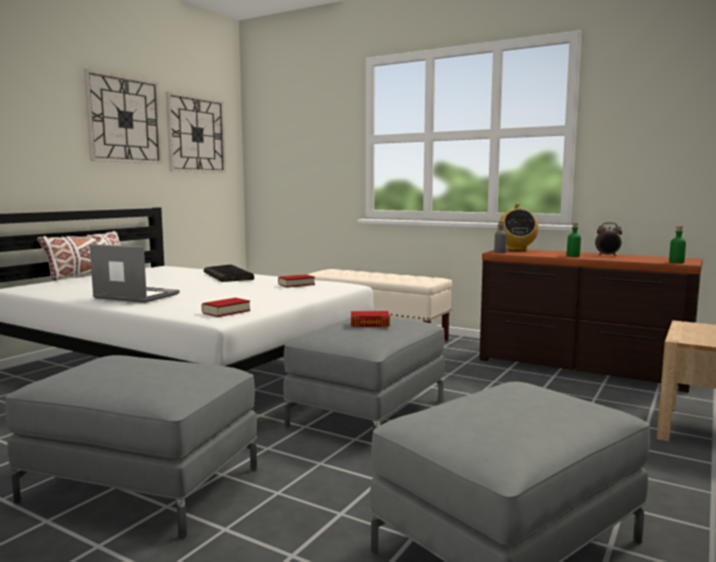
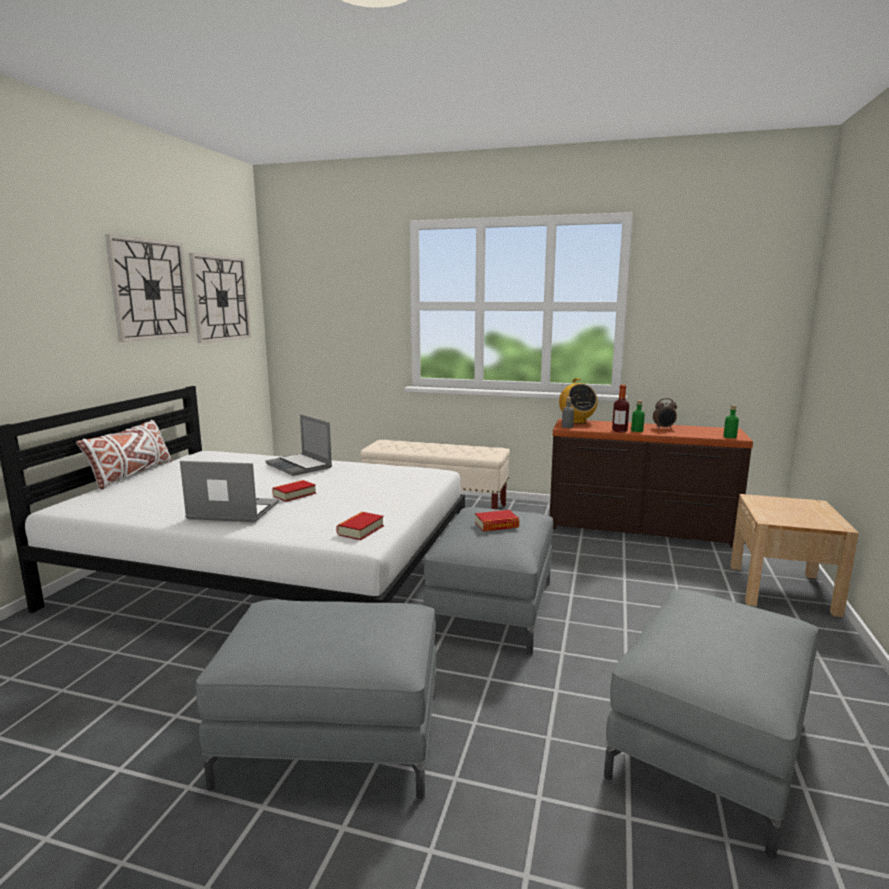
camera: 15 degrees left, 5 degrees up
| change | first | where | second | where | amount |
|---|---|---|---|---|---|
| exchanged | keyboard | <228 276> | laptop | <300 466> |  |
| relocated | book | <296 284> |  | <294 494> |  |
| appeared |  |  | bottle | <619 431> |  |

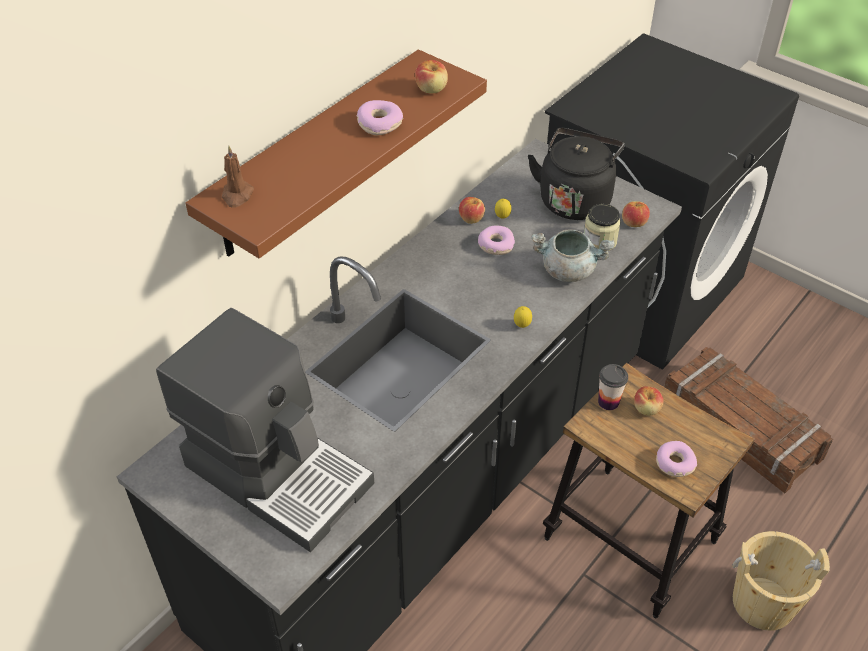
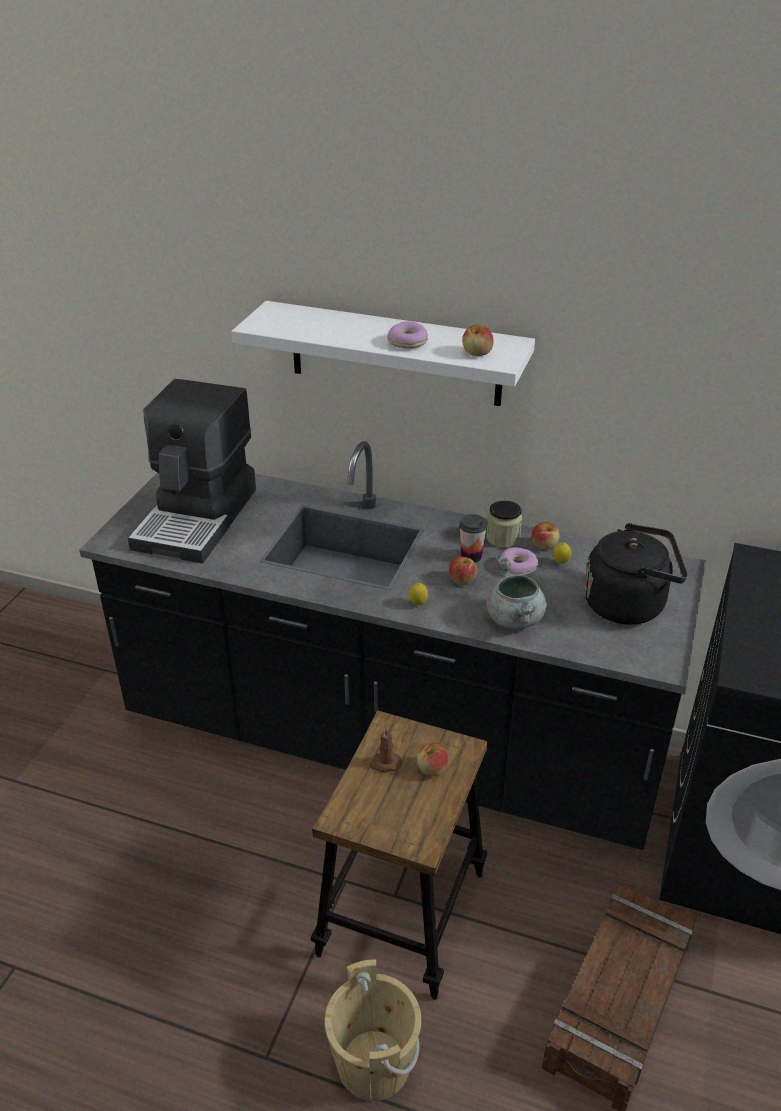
camera: 70 degrees right, 10 degrees down
| change | first | where | second | where | amount |
|---|---|---|---|---|---|
| colour | brown shelf | <315 155> | white shelf | <395 354> |  |
| relocated | brown candle | <237 196> |  | <384 763> |  |
| relocated | apple | <633 222> |  | <462 580> |  |
| relocated | jar | <599 241> |  | <503 538> |  |
| relocated | cup | <608 402> |  | <471 556> |  |
| missing | donut | <674 463> |  |  |  |

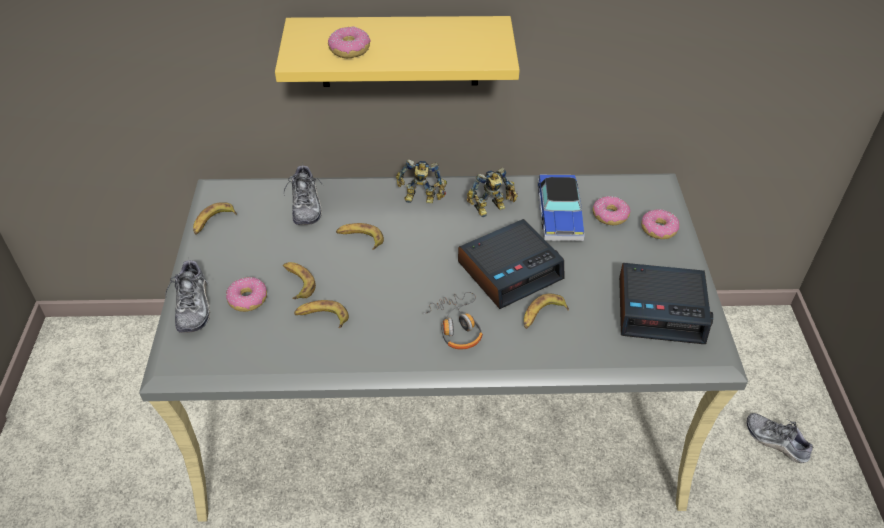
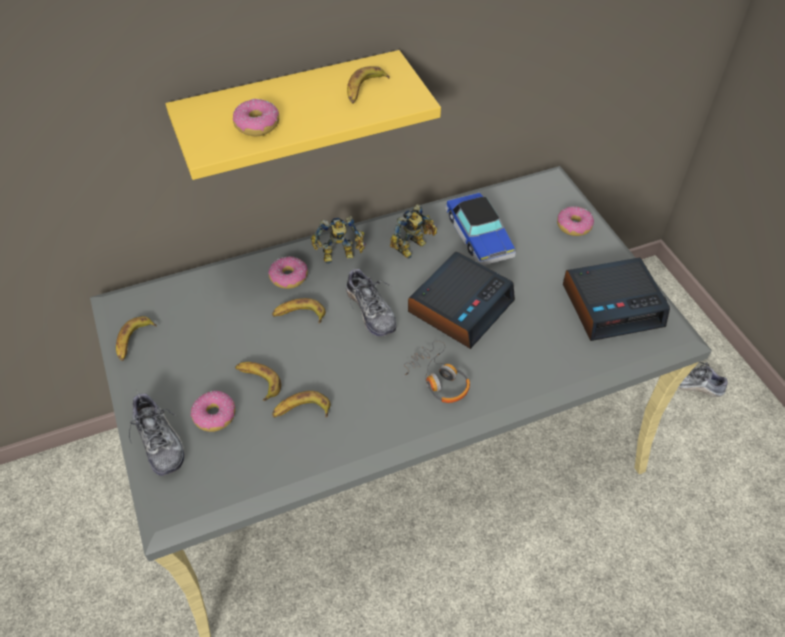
camera: 20 degrees left, 5 degrees up
| change | first | where | second | where | amount |
|---|---|---|---|---|---|
| relocated | shoe | <306 205> |  | <371 311> |  |
| relocated | donut | <609 216> |  | <288 277> |  |
| relocated | banana | <542 315> |  | <364 90> |  |

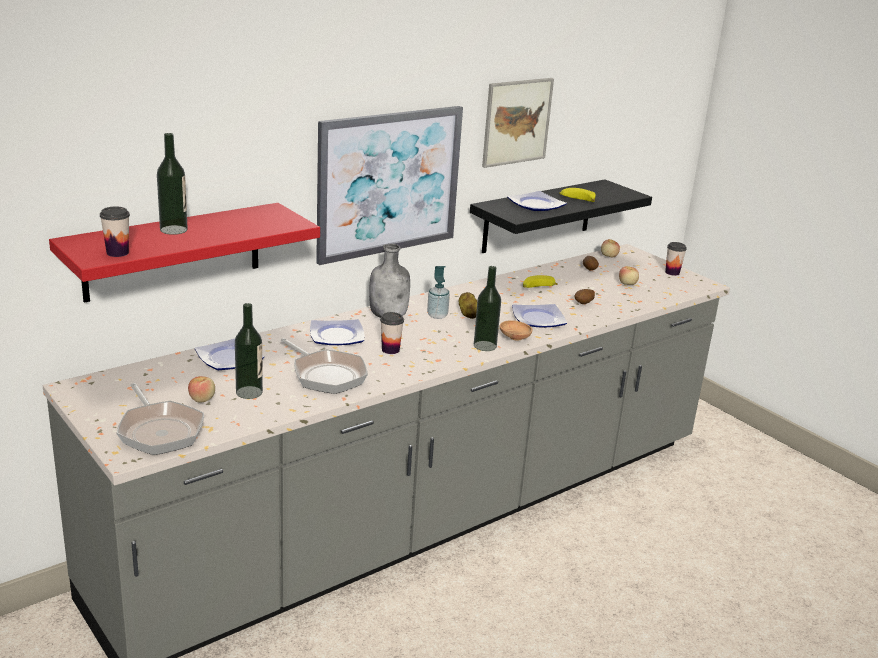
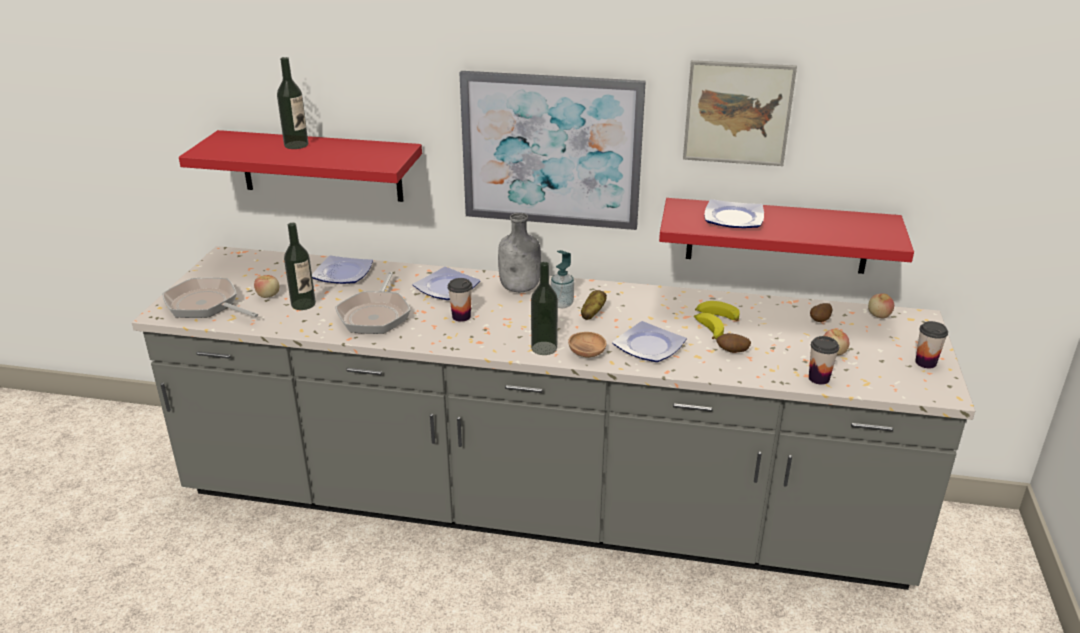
camera: 50 degrees right, 5 degrees up
| change | first | where | second | where | amount |
|---|---|---|---|---|---|
| colour | black shelf | <538 216> | red shelf | <777 236> |  |
| relocated | banana | <576 200> |  | <708 330> |  |
| relocated | cup | <117 253> |  | <819 378> |  |
| spun | frying pan | <159 430> |  | <206 305> | 105 degrees clockwise |

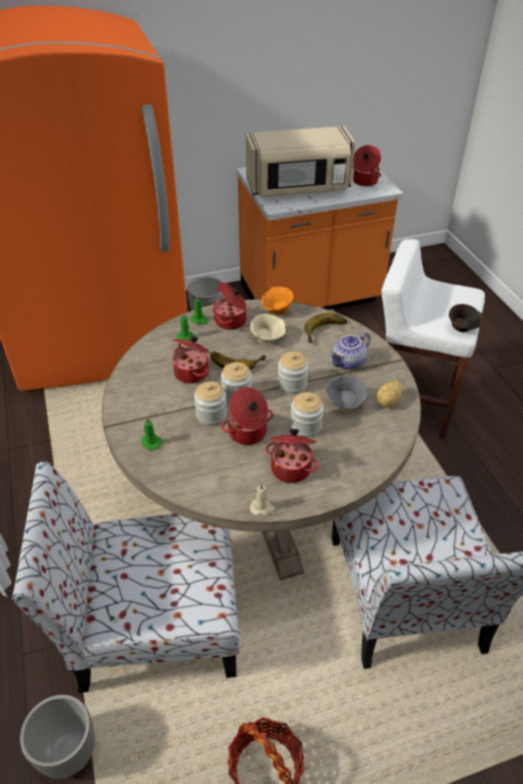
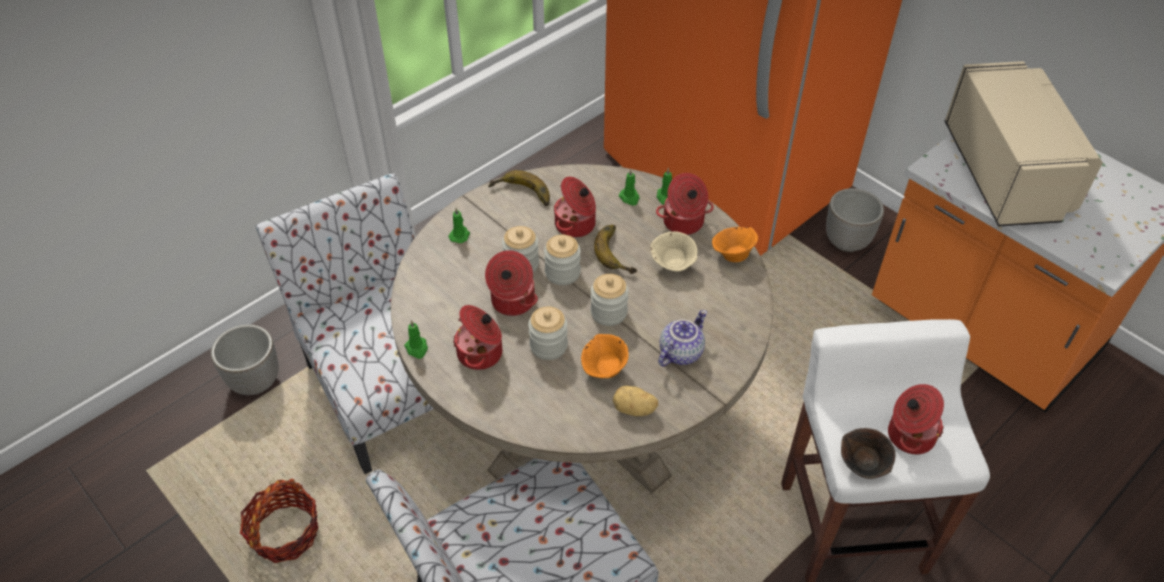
camera: 65 degrees right, 5 degrees up
| change | first | where | second | where | amount |
|---|---|---|---|---|---|
| spun | beige microwave | <298 188> |  | <1006 174> | 150 degrees counterclockwise |
| relocated | cooking pot | <364 181> |  | <909 435> |  |
| relocated | banana | <326 332> |  | <521 195> |  |
| spun | teapot | <348 363> |  | <680 352> | 105 degrees clockwise |
| colour | grey bowl | <345 404> | orange bowl | <605 370> |  |
| colour | beige candle | <262 508> | green candle | <417 348> |  |

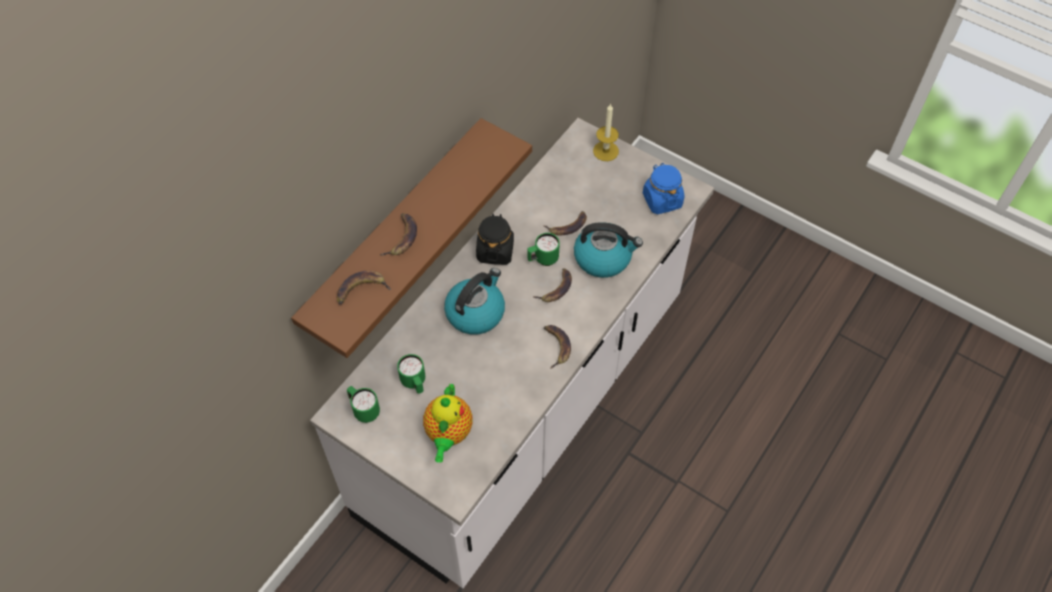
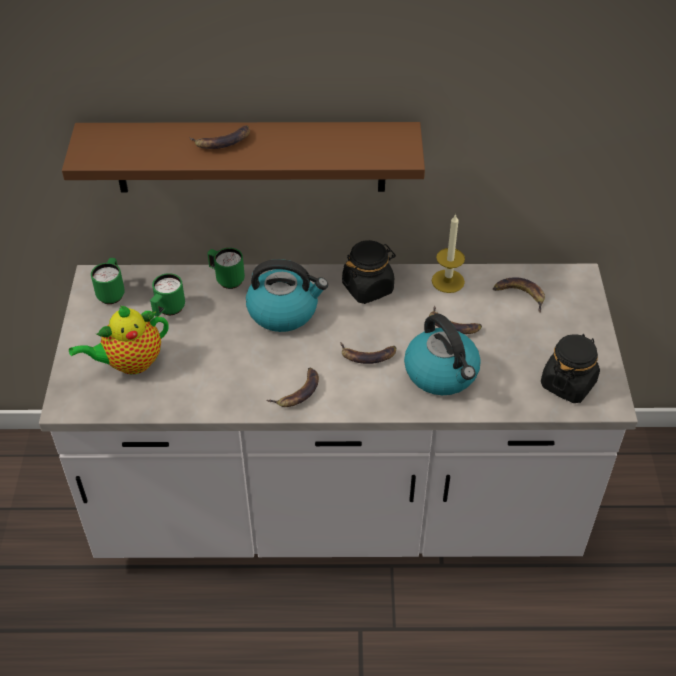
camera: 55 degrees right, 10 degrees down
| change | first | where | second | where | amount |
|---|---|---|---|---|---|
| relocated | candle | <605 151> |  | <448 281> |  |
| colour | blue jar | <662 200> | black jar | <568 383> |  |
| relocated | green mug | <543 259> |  | <226 279> |  |
| relocated | banana | <361 290> |  | <519 295> |  |

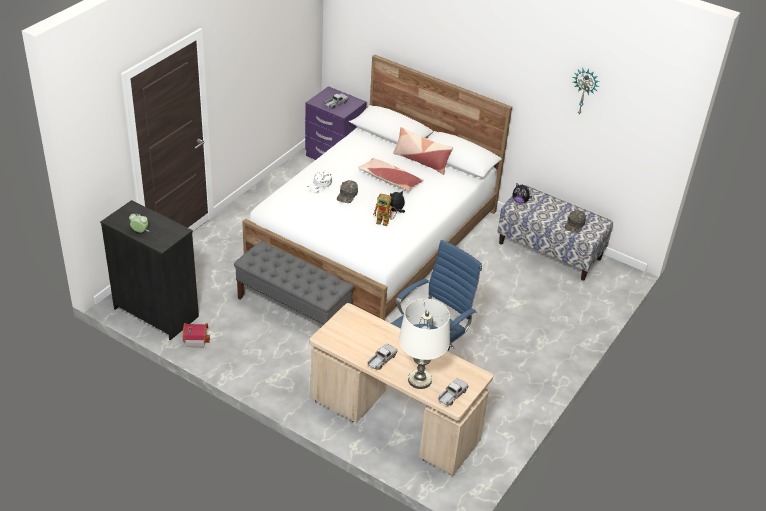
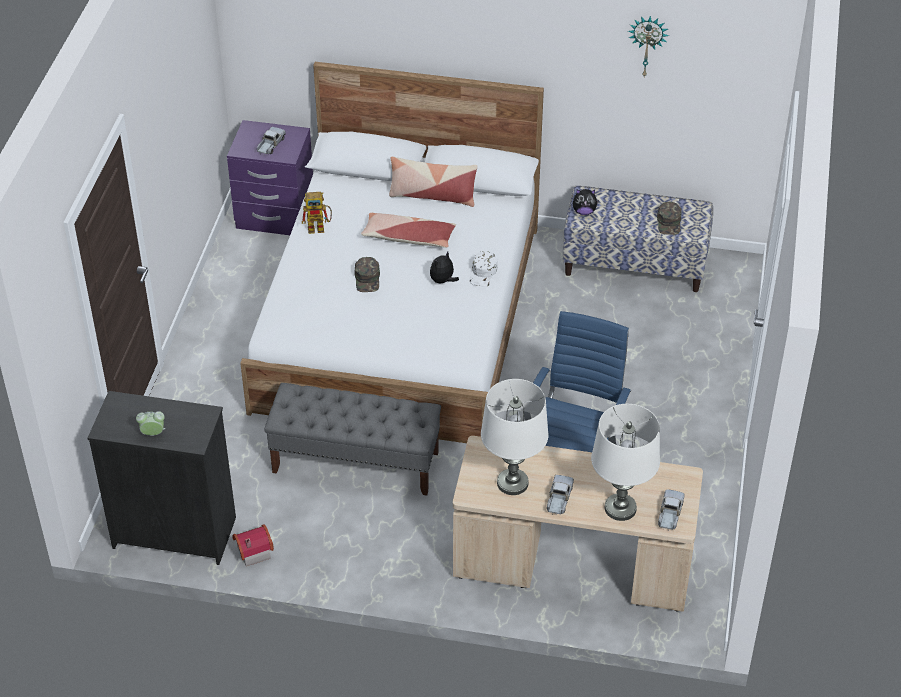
camera: 20 degrees left, 5 degrees up
| change | first | where | second | where | amount |
|---|---|---|---|---|---|
| relocated | white cap | <320 184> |  | <483 273> |  |
| relocated | toy robot | <385 222> |  | <320 227> |  |
| appeared |  |  | white table lamp | <512 483> |  |

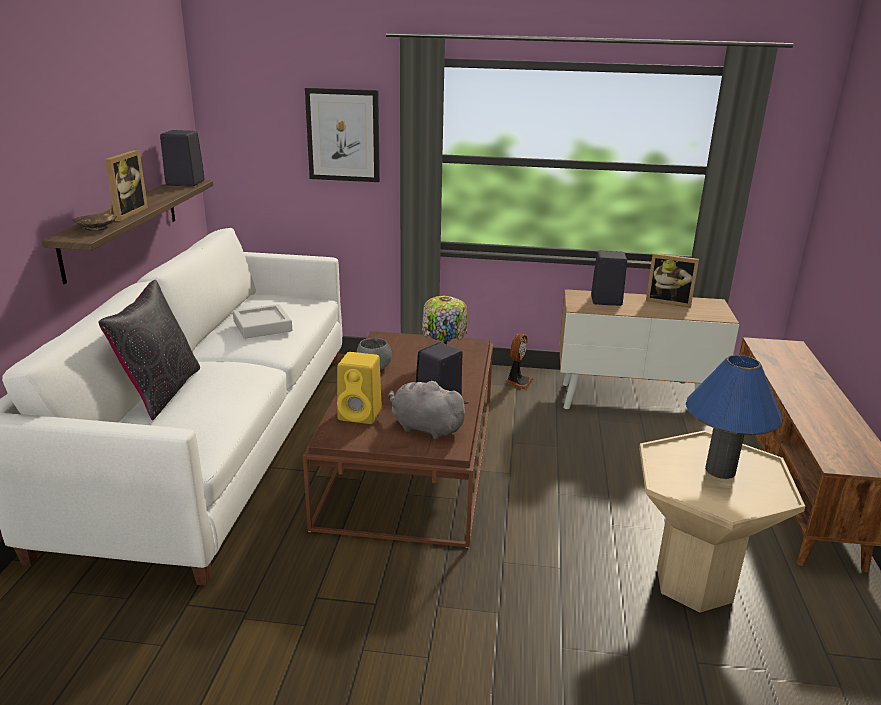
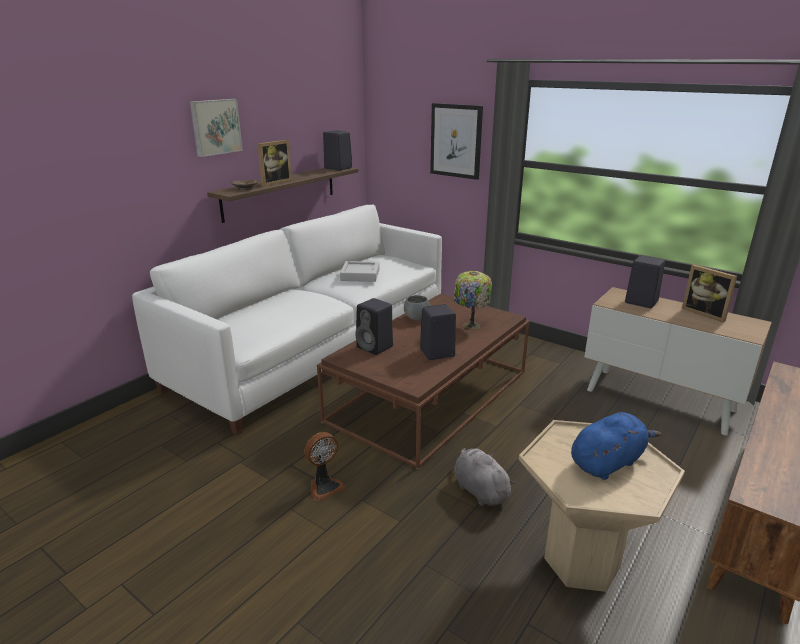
camera: 30 degrees right, 0 degrees up
| change | first | where | second | where | amount |
|---|---|---|---|---|---|
| missing | black pillow | <161 391> |  |  |  |
| relocated | fan | <518 382> |  | <324 486> |  |
| colour | yellow speaker | <361 414> | black speaker | <376 347> |  |
| exchanged | blue table lamp | <720 470> | blue plush toy | <608 462> |  |
| relocated | grey plush toy | <424 427> |  | <479 490> |  |
| appeared |  |  | picture | <215 127> |  |

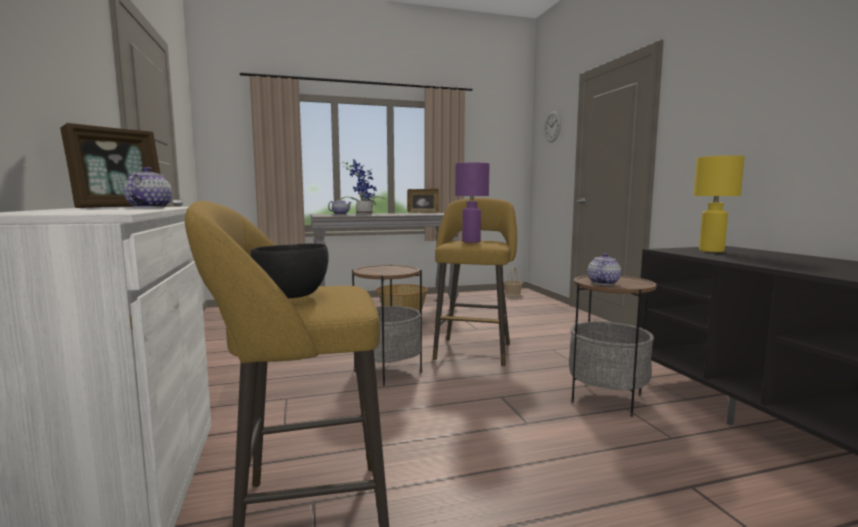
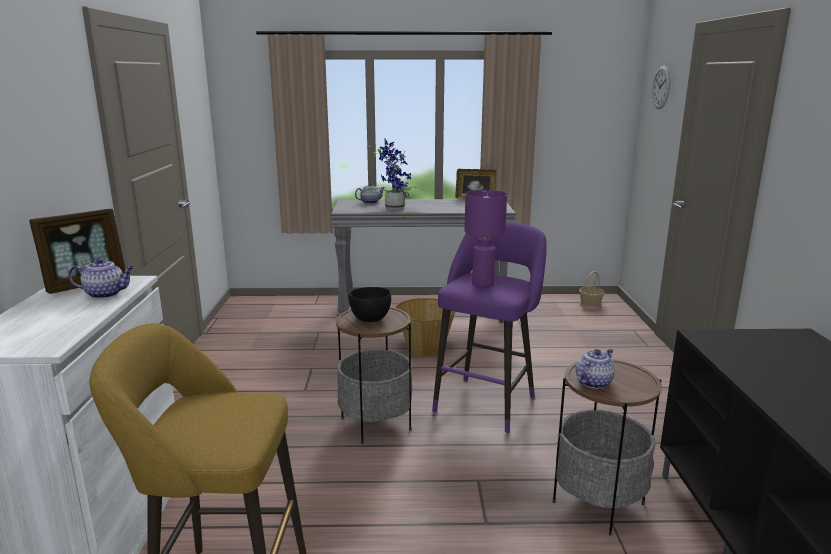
camera: 15 degrees right, 10 degrees up
| change | first | where | second | where | amount |
|---|---|---|---|---|---|
| missing | yellow table lamp | <710 251> |  |  |  |
| spun | teapot | <150 207> |  | <106 294> | 75 degrees clockwise |
| colour | yellow stool | <474 350> | purple stool | <487 401> |  |
| relocated | black bowl | <292 296> |  | <370 319> |  |

